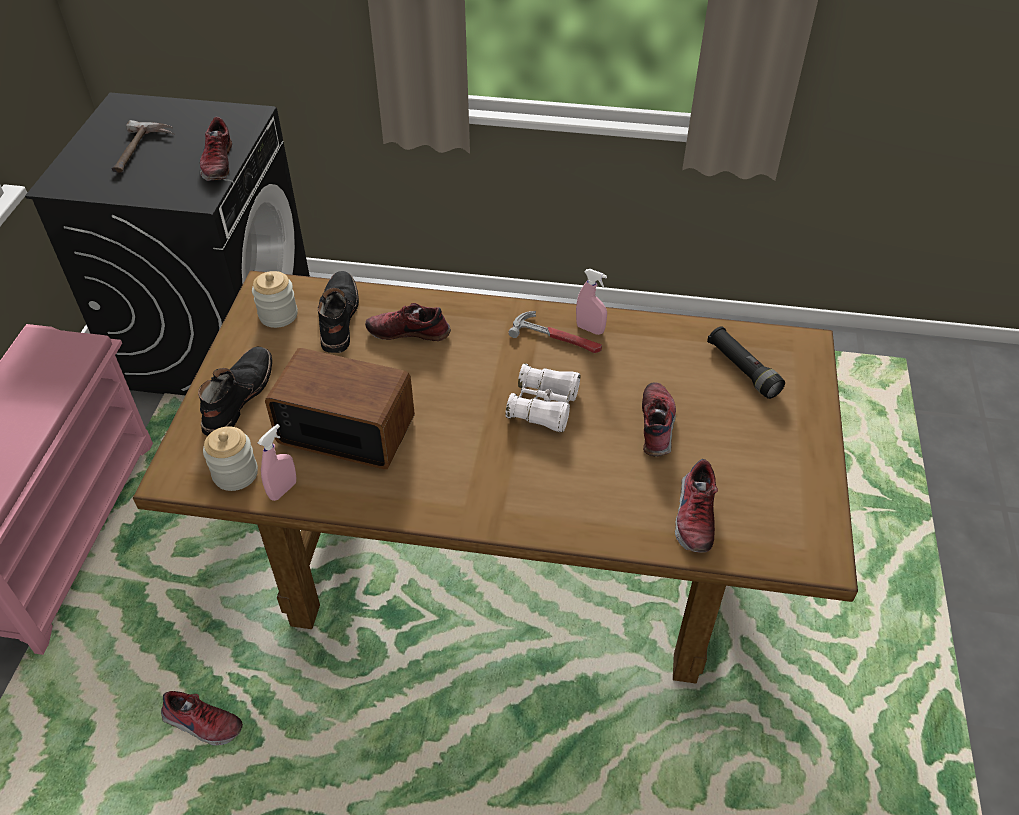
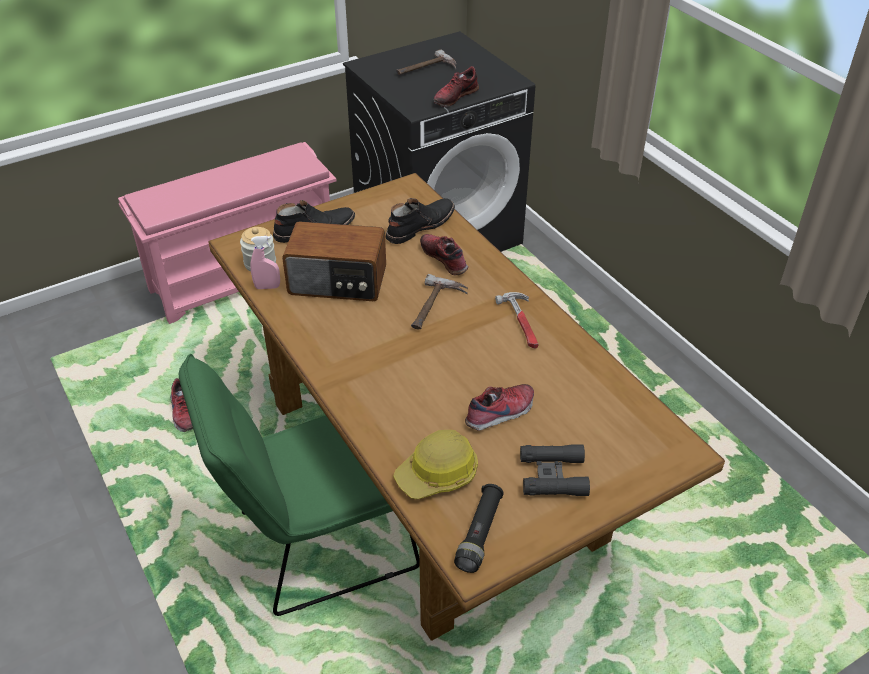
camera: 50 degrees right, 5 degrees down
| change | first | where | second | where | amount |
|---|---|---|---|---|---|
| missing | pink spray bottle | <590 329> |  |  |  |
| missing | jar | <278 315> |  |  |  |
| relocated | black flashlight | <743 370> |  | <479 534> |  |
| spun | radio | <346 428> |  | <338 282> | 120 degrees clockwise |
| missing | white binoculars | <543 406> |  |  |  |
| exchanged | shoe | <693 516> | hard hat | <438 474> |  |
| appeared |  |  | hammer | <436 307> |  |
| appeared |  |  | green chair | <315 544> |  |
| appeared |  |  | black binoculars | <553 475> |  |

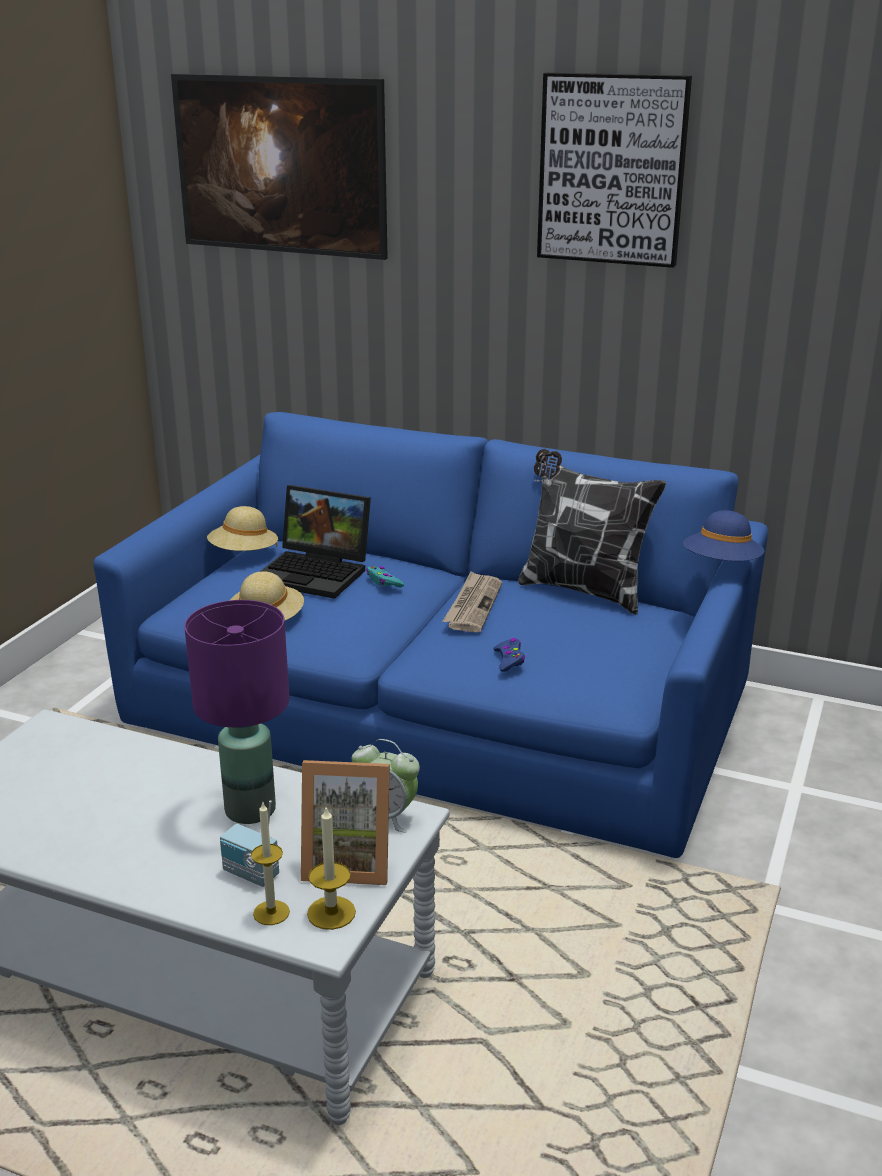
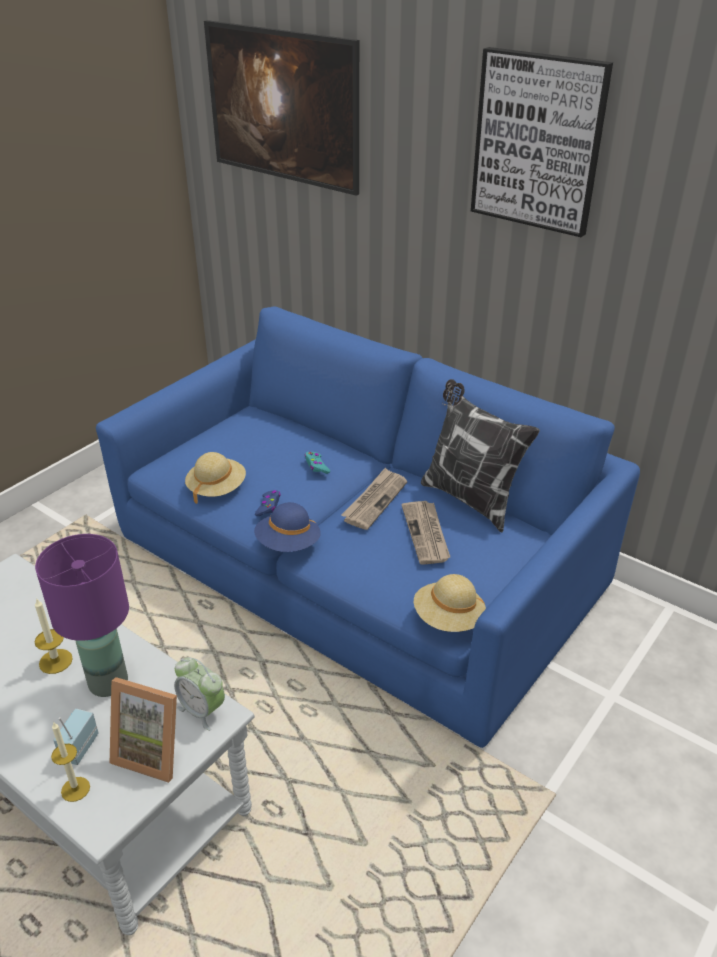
camera: 15 degrees right, 10 degrees up
| change | first | where | second | where | amount |
|---|---|---|---|---|---|
| missing | laptop | <317 573> |  |  |  |
| relocated | beige hat | <243 554> |  | <448 619> |  |
| relocated | blue hat | <721 565> |  | <288 544> |  |
| relocated | blue game controller | <509 660> |  | <268 506> |  |
| spun | radio | <250 874> |  | <78 747> | 60 degrees clockwise |
| relocated | candle | <331 913> |  | <55 661> |  |
| appeared |  |  | newspaper | <426 534> |  |

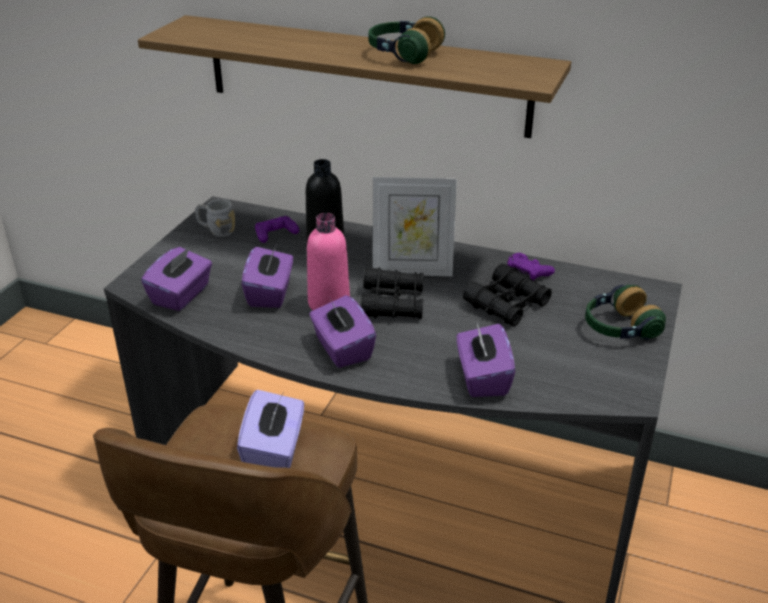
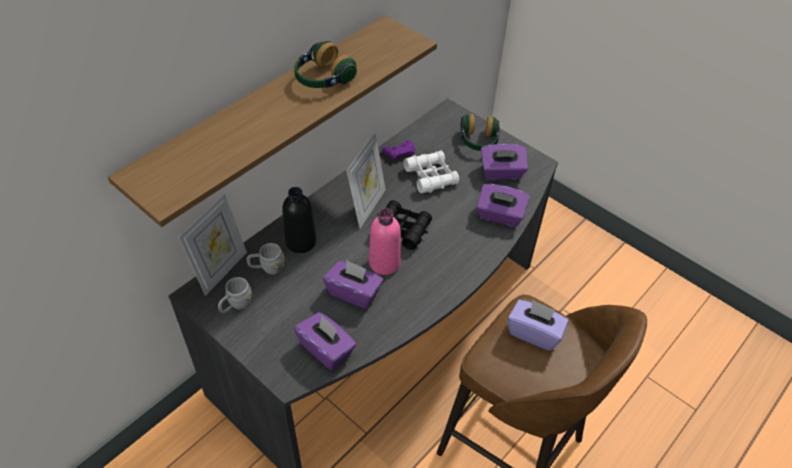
camera: 70 degrees left, 15 degrees up
| change | first | where | second | where | amount |
|---|---|---|---|---|---|
| exchanged | purple game controller | <275 234> | grey mug | <267 268> |  |
| colour | black binoculars | <507 304> | white binoculars | <431 176> |  |
| relocated | purple tissue box | <342 349> |  | <501 173> |  |
| appeared |  |  | picture frame | <221 270> |  |

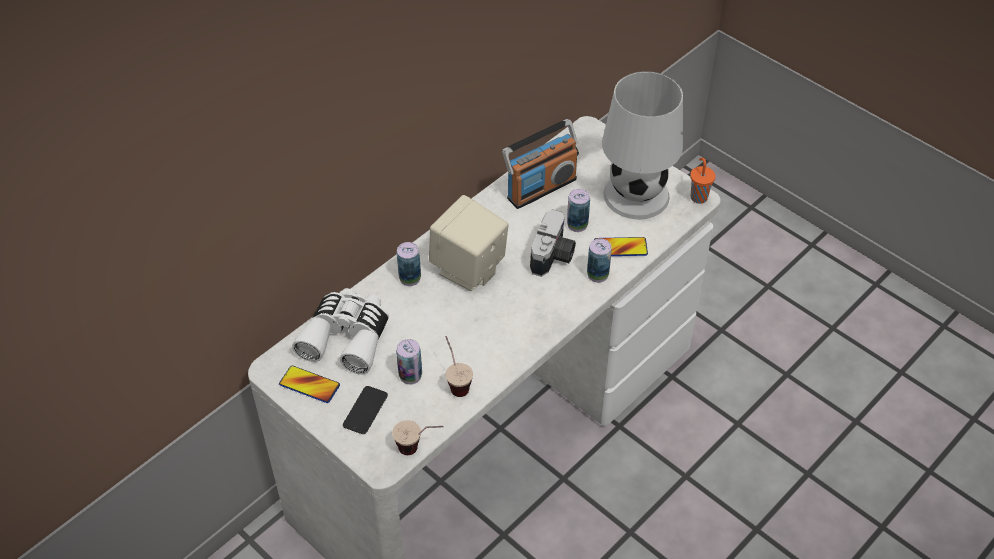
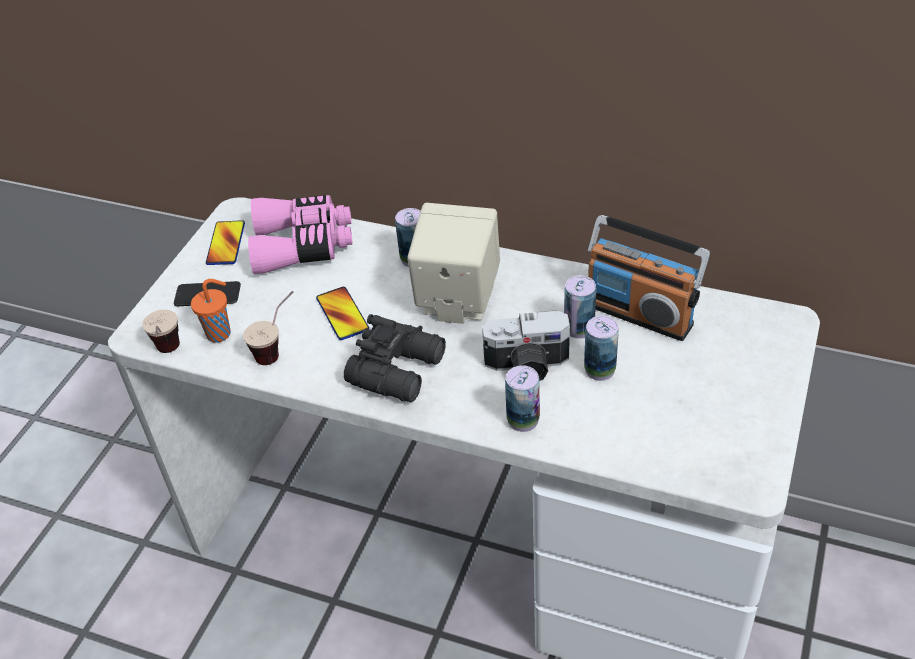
camera: 70 degrees right, 5 degrees down
| change | first | where | second | where | amount |
|---|---|---|---|---|---|
| missing | white table lamp | <636 196> |  |  |  |
| relocated | orange cup | <698 197> |  | <220 333> |  |
| relocated | phone | <620 248> |  | <342 314> |  |
| colour | white binoculars | <347 337> | pink binoculars | <303 245> |  |
| relocated | can | <410 375> |  | <579 328> |  |
| appeared |  |  | black binoculars | <400 369> |  |

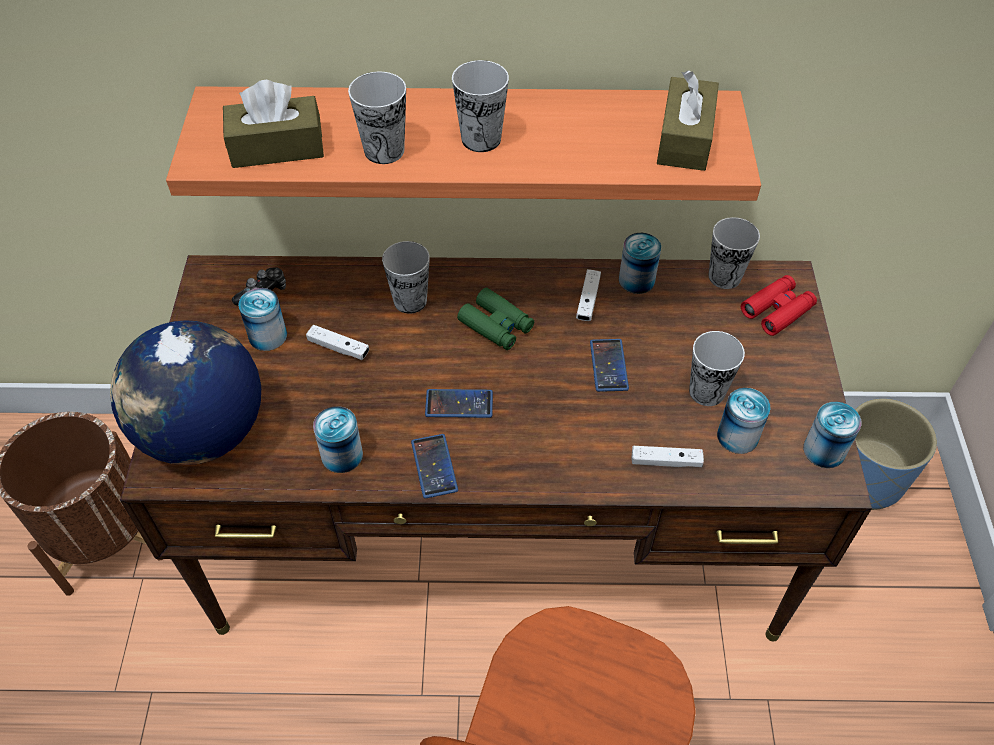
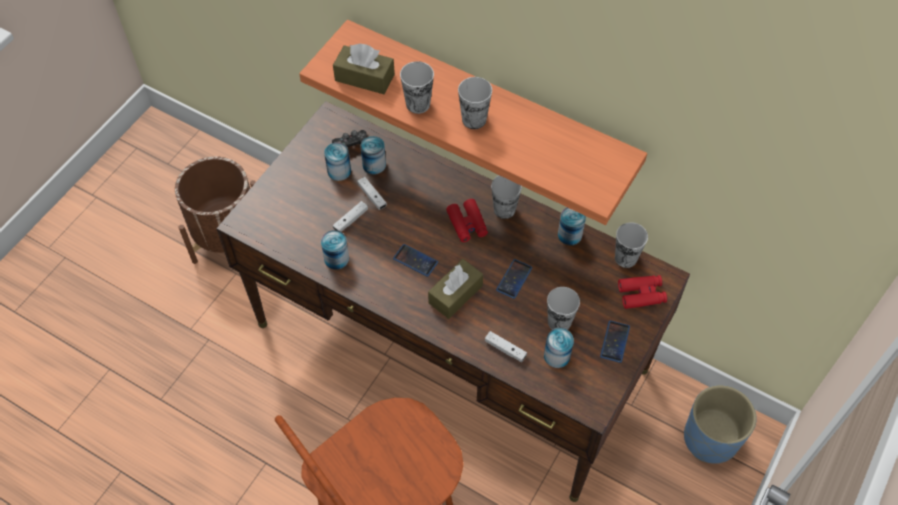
camera: 30 degrees right, 5 degrees up
| change | first | where | second | where | amount |
|---|---|---|---|---|---|
| relocated | brown tissue box | <684 138> |  | <455 294> |  |
| relocated | cup | <410 301> |  | <504 209> |  |
| relocated | white game controller | <588 300> |  | <351 220> |  |
| colour | green binoculars | <496 325> | red binoculars | <467 224> |  |
| missing | globe | <203 433> |  |  |  |
| relocated | can | <824 450> |  | <374 165> |  |
| relocated | phone | <434 466> |  | <614 341> |  |

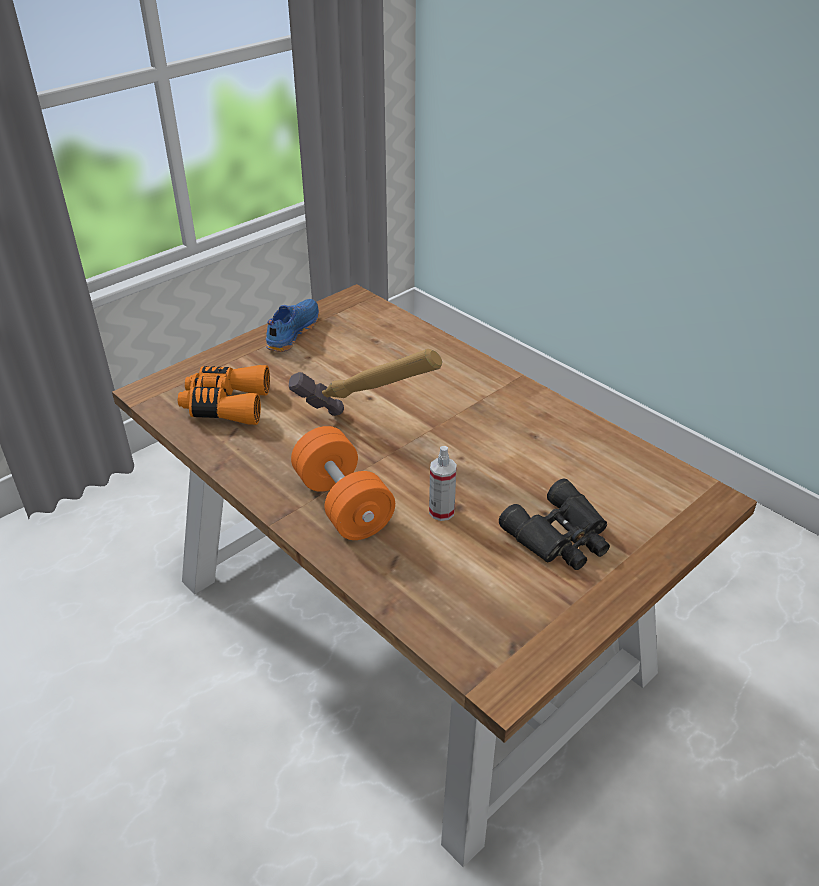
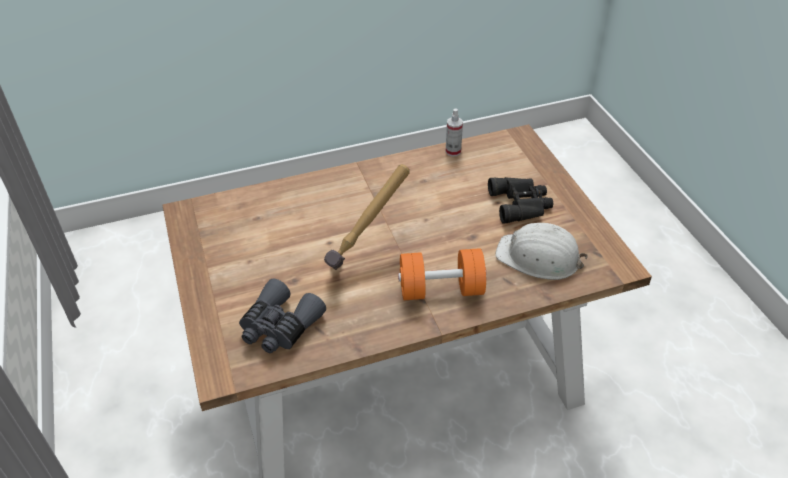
camera: 65 degrees left, 5 degrees up
| change | first | where | second | where | amount |
|---|---|---|---|---|---|
| missing | blue shoe | <291 333> |  |  |  |
| colour | orange binoculars | <226 405> | grey binoculars | <279 327> |  |
| relocated | spray bottle | <441 512> |  | <453 151> |  |
| appeared |  |  | white hard hat | <539 257> |  |

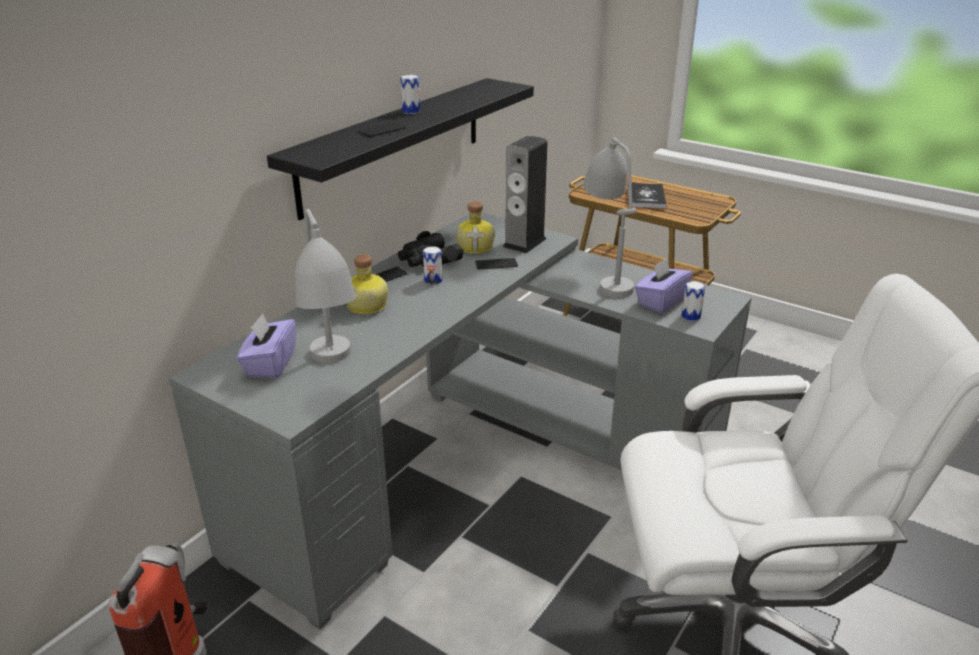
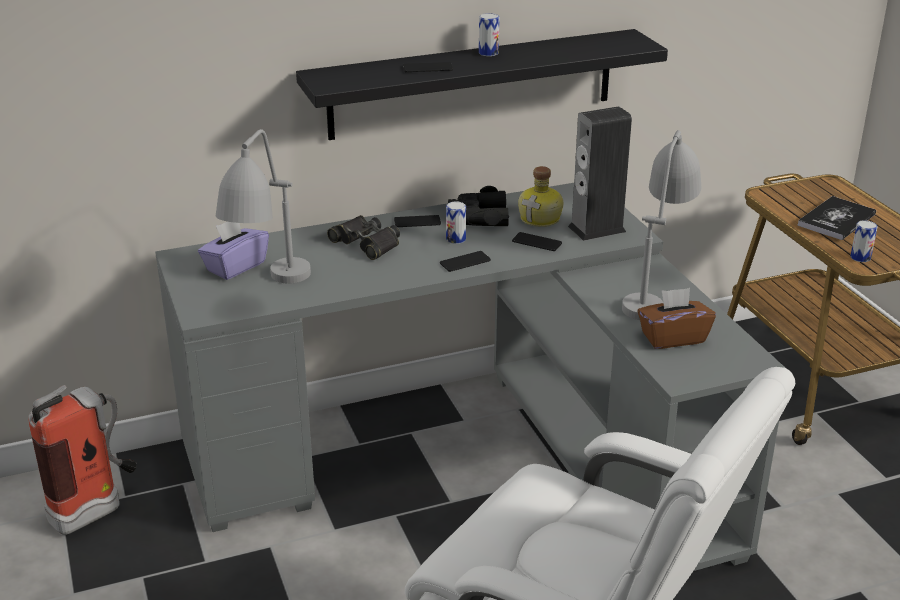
camera: 35 degrees right, 0 degrees up
| change | first | where | second | where | amount |
|---|---|---|---|---|---|
| exchanged | bottle | <365 306> | black binoculars | <366 243> |  |
| colour | purple tissue box | <660 301> | brown tissue box | <673 338> |  |
| relocated | can | <691 316> |  | <860 257> |  |
| appeared |  |  | phone | <465 262> |  |

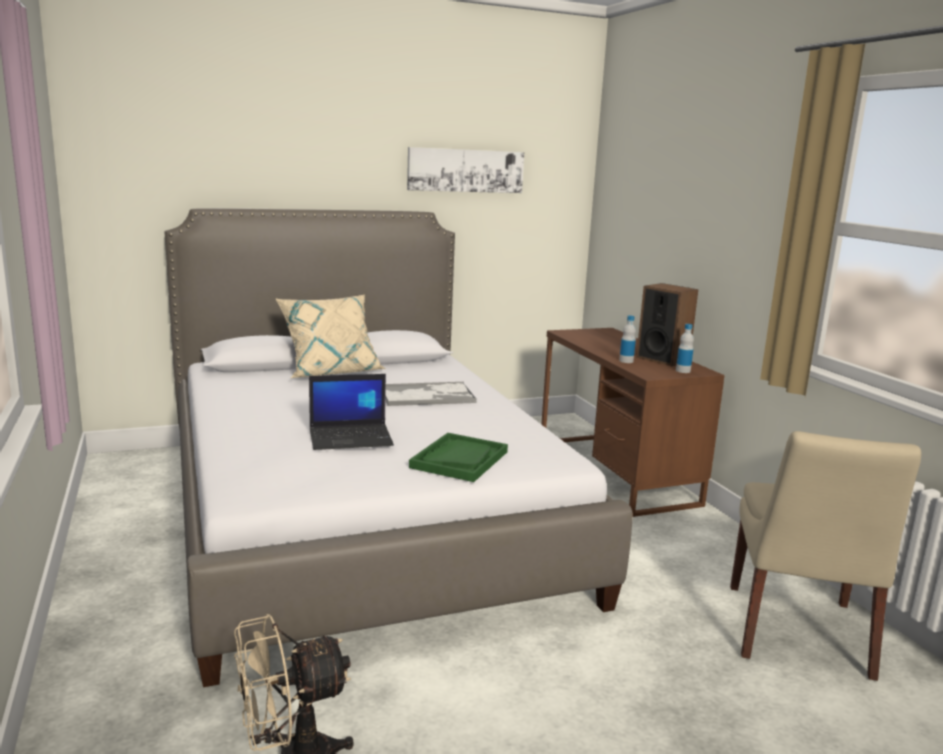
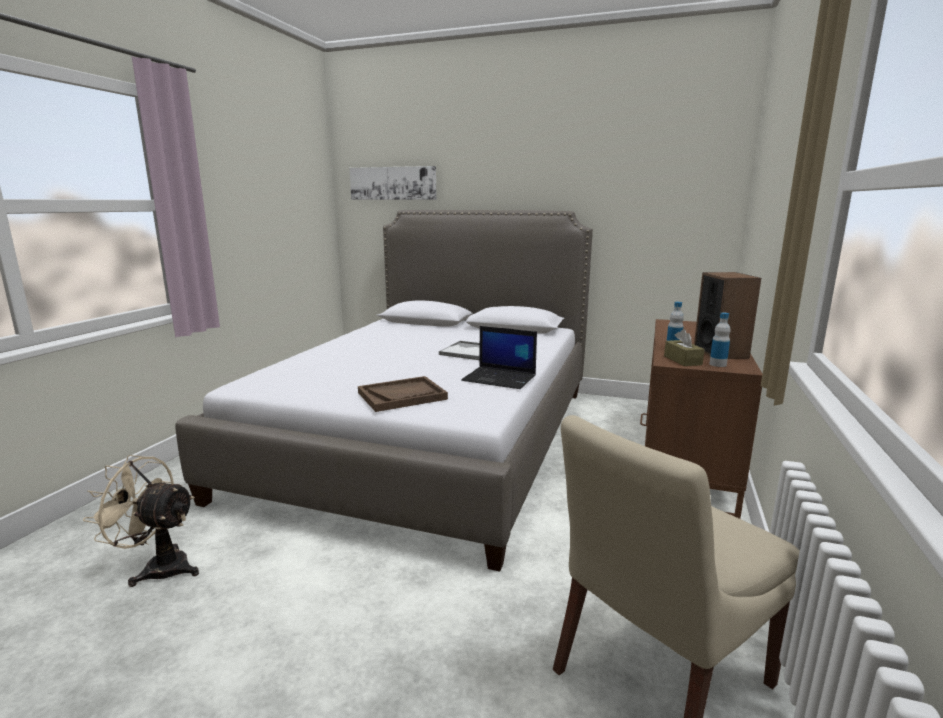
camera: 40 degrees right, 0 degrees up
| change | first | where | second | where | amount |
|---|---|---|---|---|---|
| relocated | picture | <465 170> |  | <393 183> |  |
| missing | beige pillow | <331 372> |  |  |  |
| relocated | laptop | <351 437> |  | <500 378> |  |
| colour | green tray | <459 459> | brown tray | <402 396> |  |
| appeared |  |  | brown tissue box | <682 360> |  |

